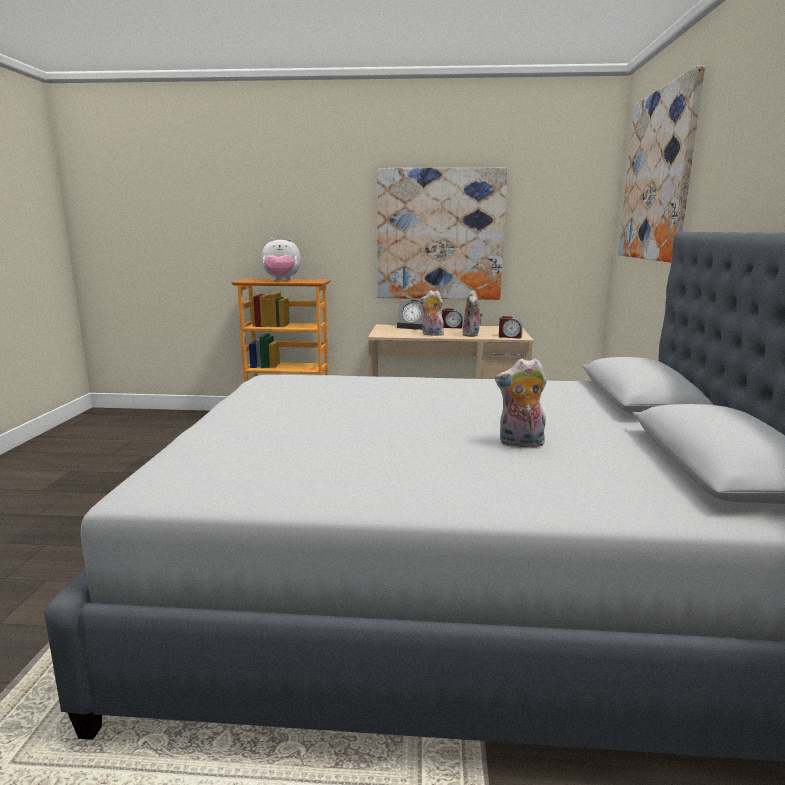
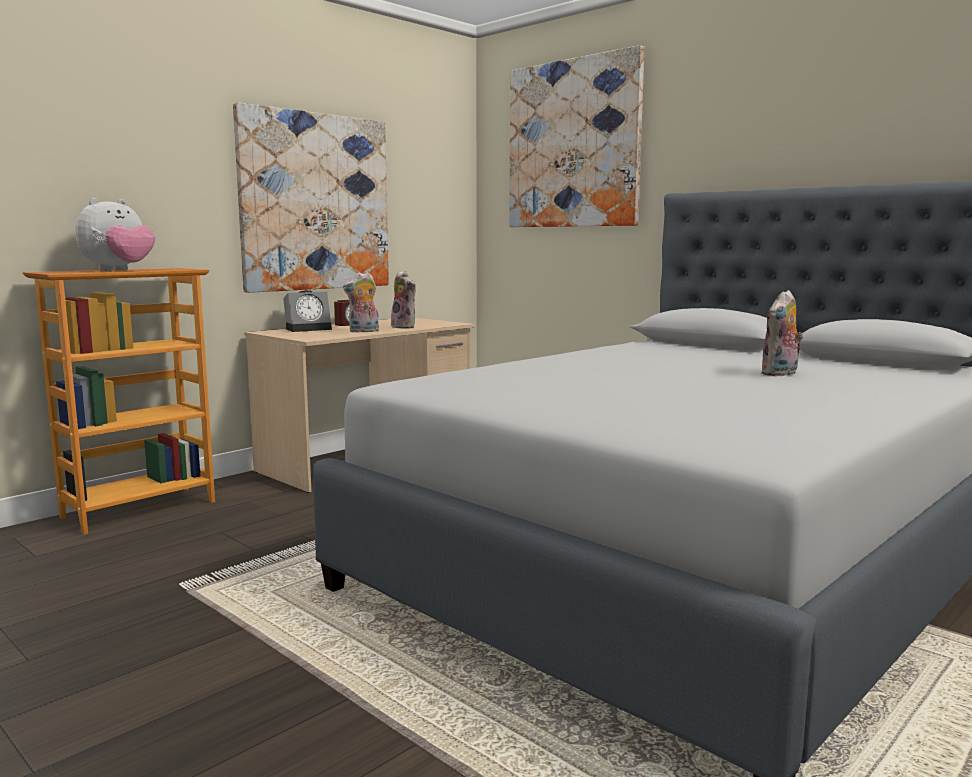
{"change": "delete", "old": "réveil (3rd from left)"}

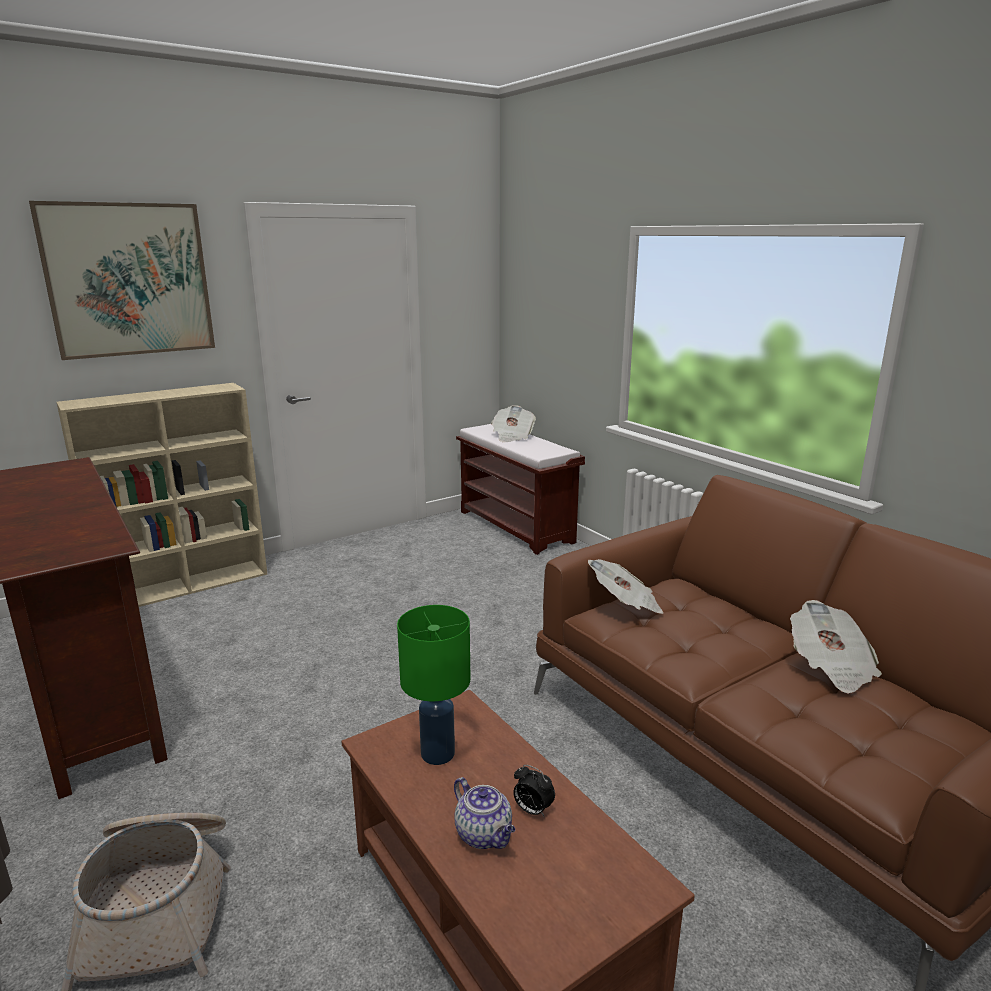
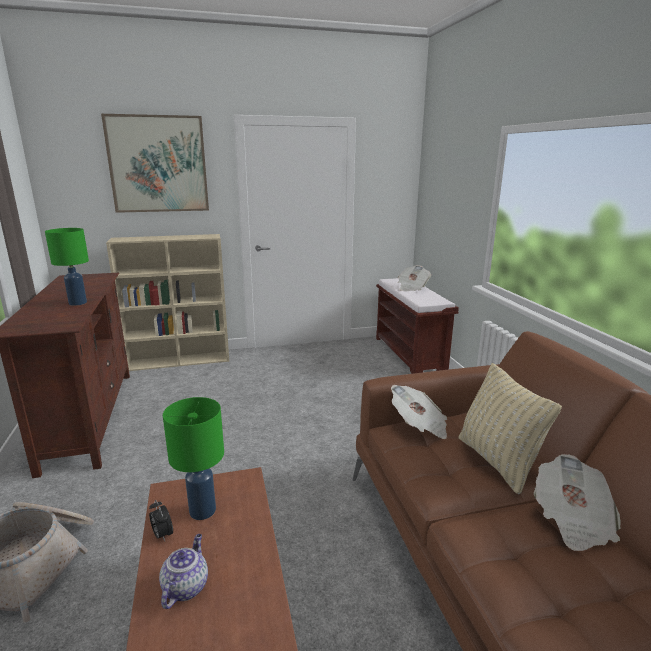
{"change": "move", "old": "réveil"}
{"change": "rotate", "old": "théière", "degrees": -150}
{"change": "insert", "new": "lampe de table (vert) (1st from left)"}
{"change": "insert", "new": "coussin (beige)"}

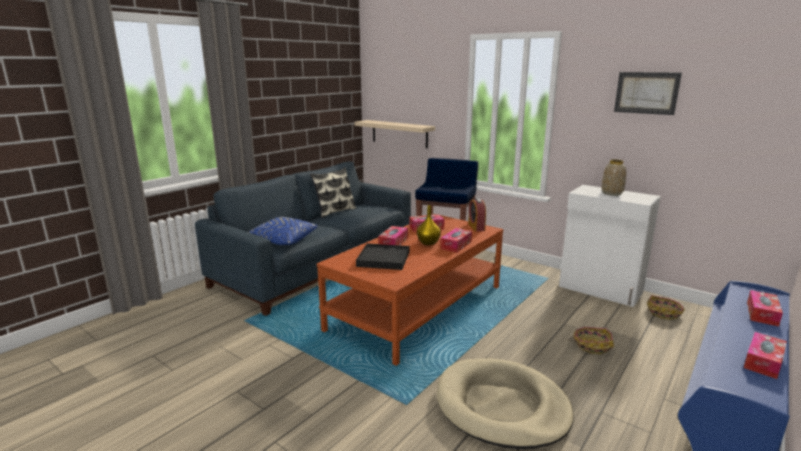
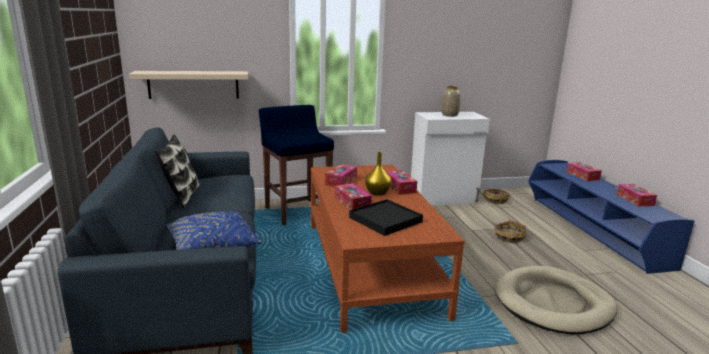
{"change": "delete", "old": "tableau"}
{"change": "delete", "old": "réveil"}

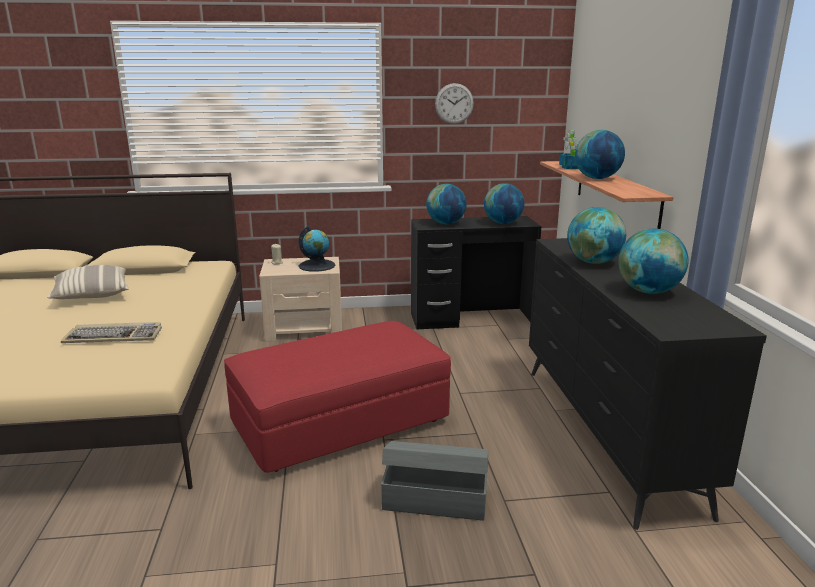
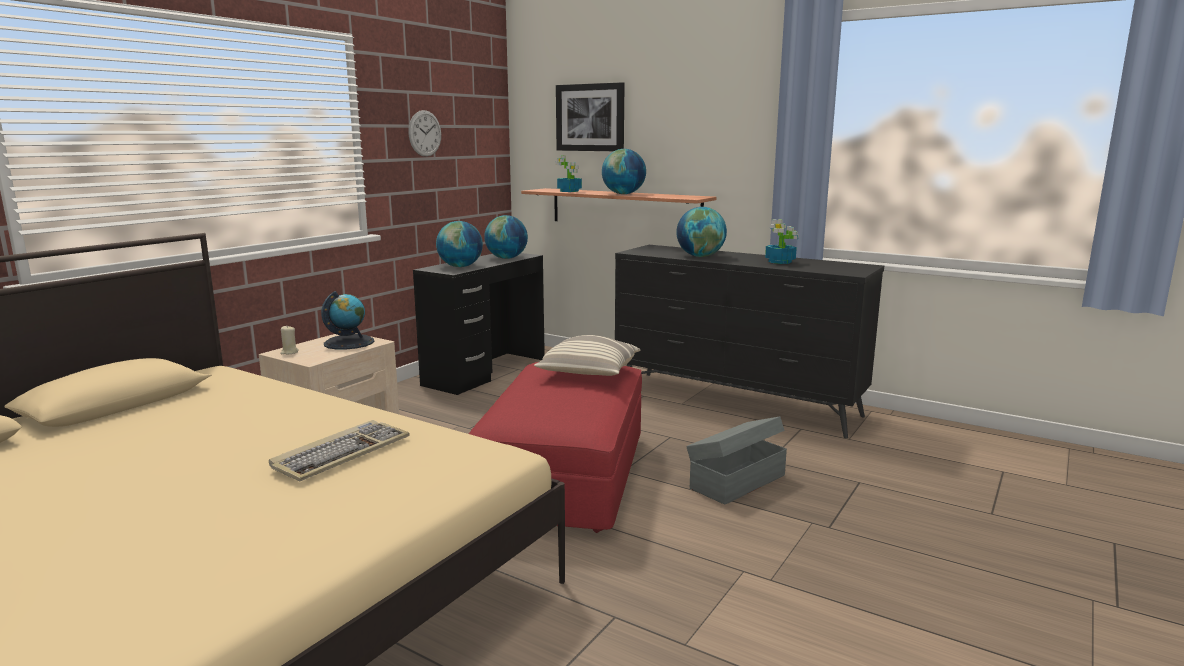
{"change": "replace", "old": "globe (6th from left)", "new": "plante en pot (2nd from left)"}
{"change": "move", "old": "coussin"}
{"change": "insert", "new": "tableau"}

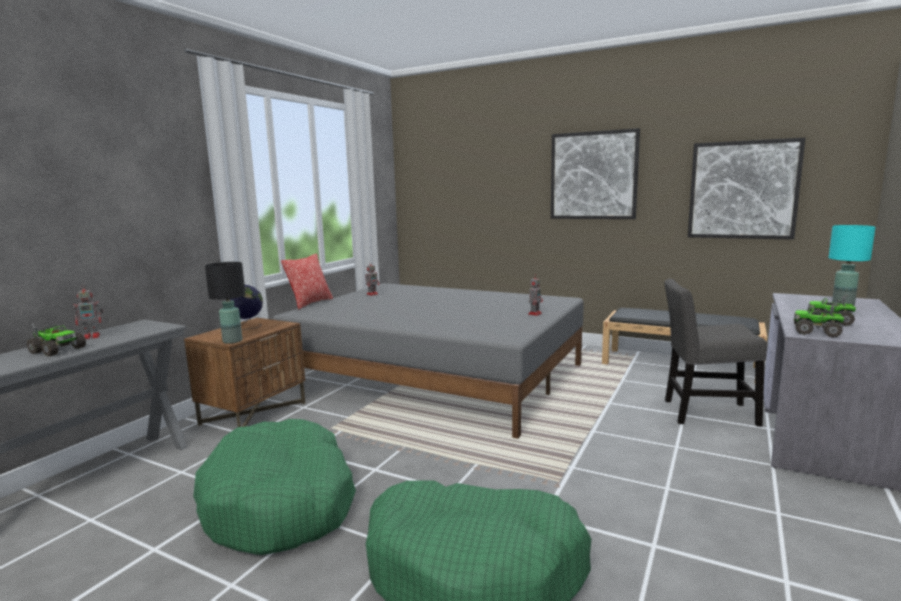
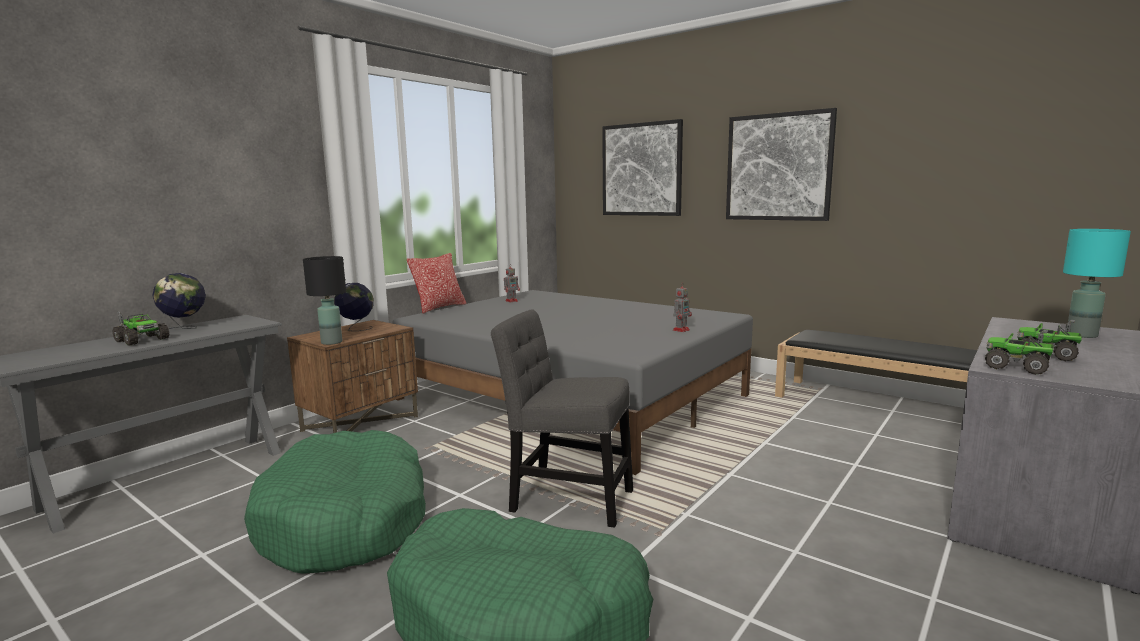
{"change": "move", "old": "tableau (2nd from left in the first image)", "new": "tableau (1st from left)"}
{"change": "move", "old": "chaise (gris)"}
{"change": "replace", "old": "robot jouet (1st from left)", "new": "globe (1st from left)"}

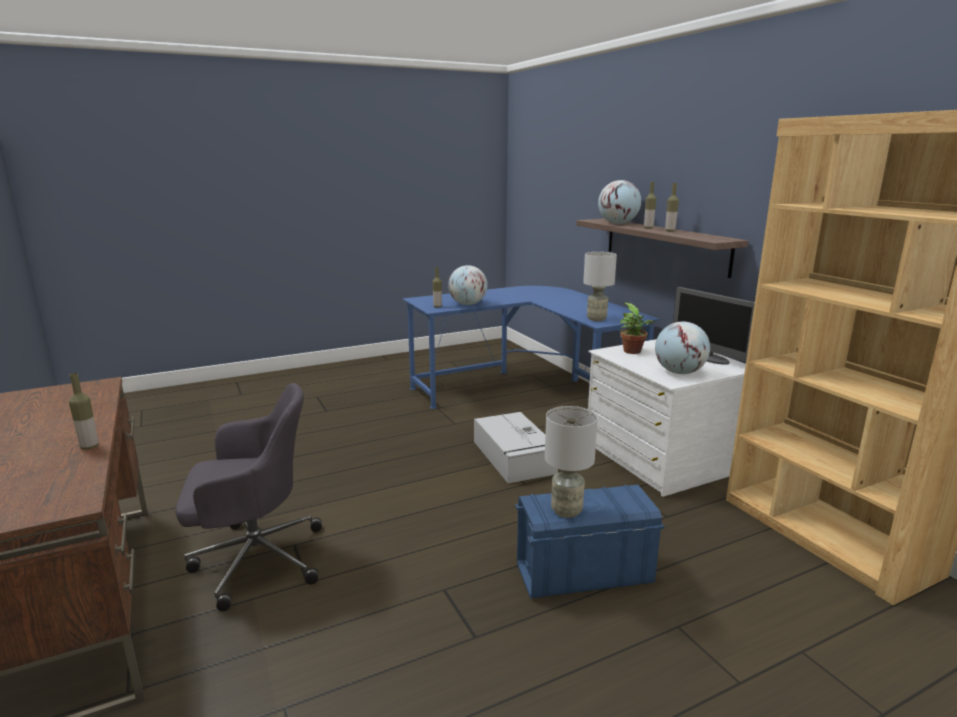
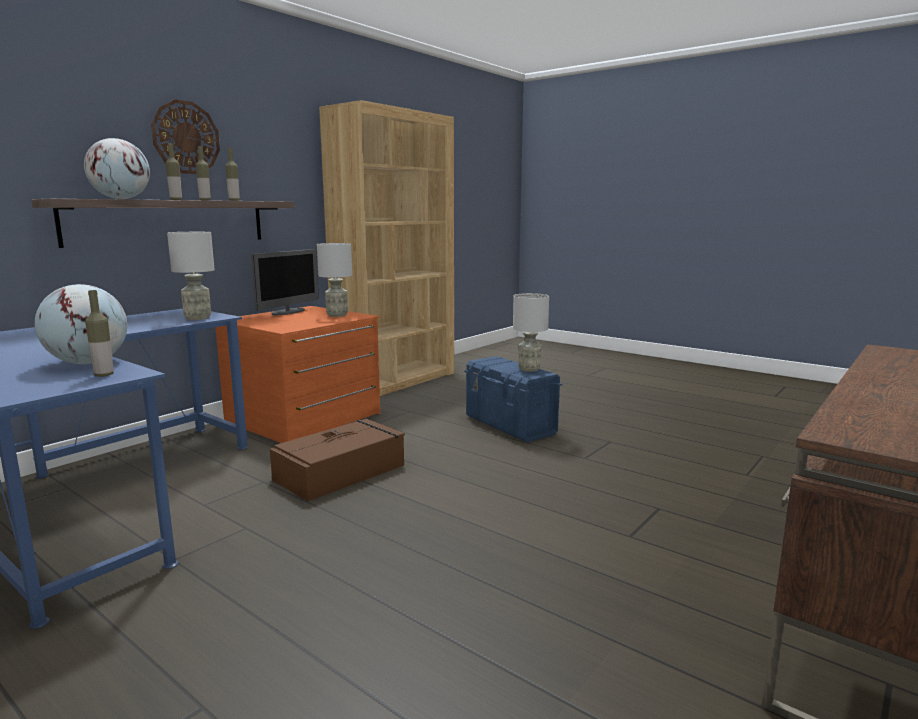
{"change": "delete", "old": "plante en pot"}
{"change": "replace", "old": "globe (3rd from left)", "new": "lampe de table (gris) (2nd from left)"}
{"change": "recolor", "old": "commode (blanc)", "new": "commode (orange)"}
{"change": "move", "old": "bouteille (1st from left in the first image)", "new": "bouteille (4th from left)"}
{"change": "delete", "old": "chaise de bureau (gris)"}
{"change": "recolor", "old": "boîte de rangement (gris)", "new": "boîte de rangement (marron)"}
{"change": "insert", "new": "horloge murale"}

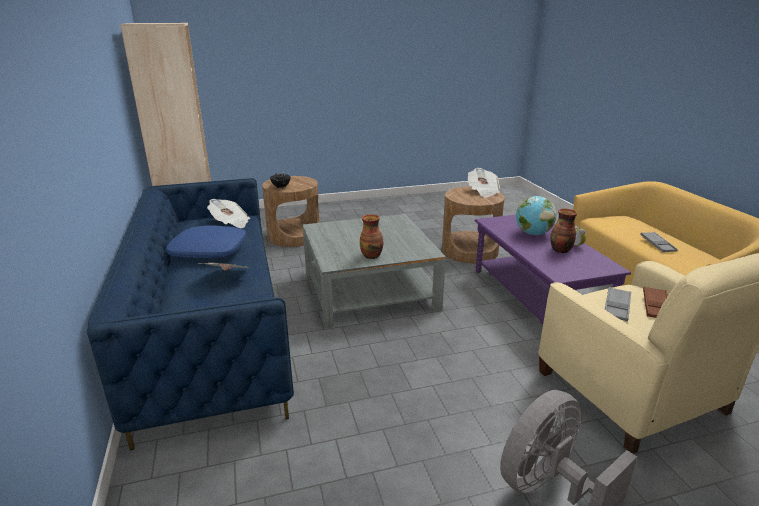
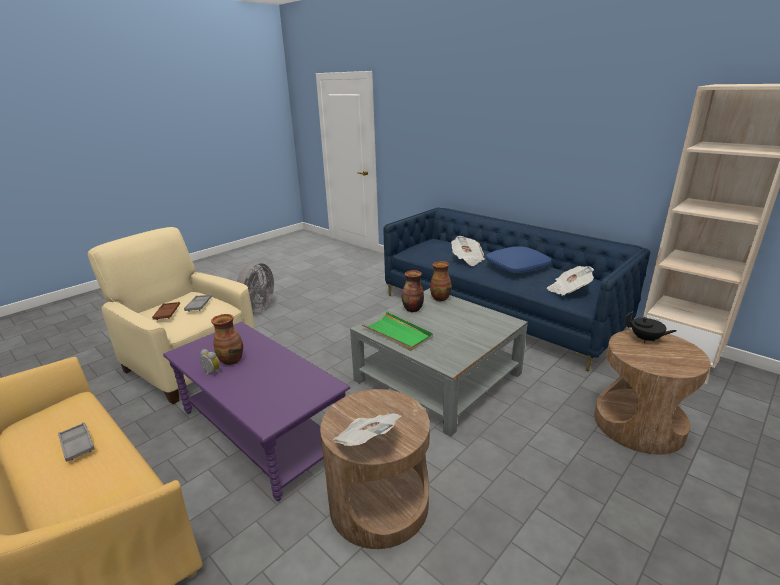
{"change": "delete", "old": "globe"}
{"change": "insert", "new": "vase (3rd from left)"}
{"change": "insert", "new": "plateau (vert)"}

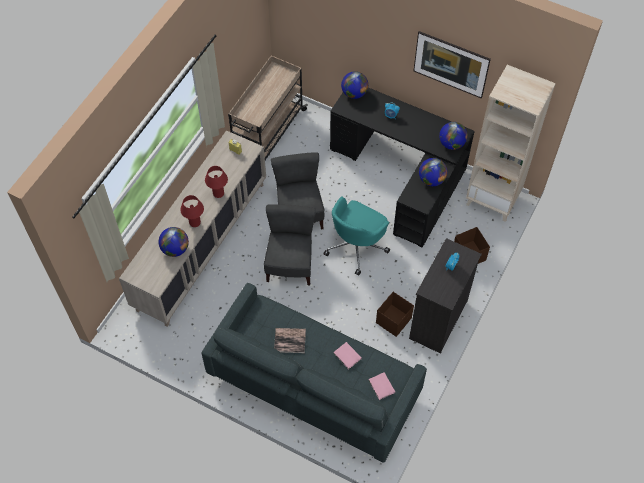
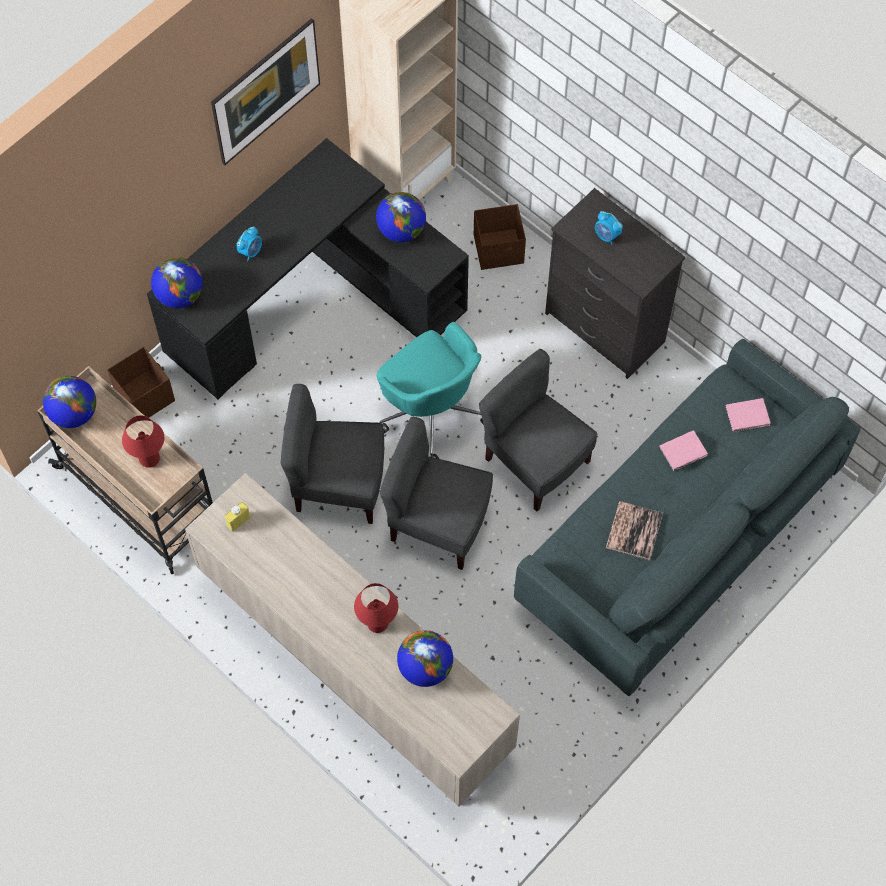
{"change": "move", "old": "globe (4th from left in the first image)", "new": "globe (1st from left)"}
{"change": "move", "old": "lampe de table (rouge) (2nd from left in the first image)", "new": "lampe de table (rouge) (1st from left)"}
{"change": "move", "old": "boîte de rangement (marron) (1st from left)"}
{"change": "insert", "new": "chaise (gris) (3rd from left)"}

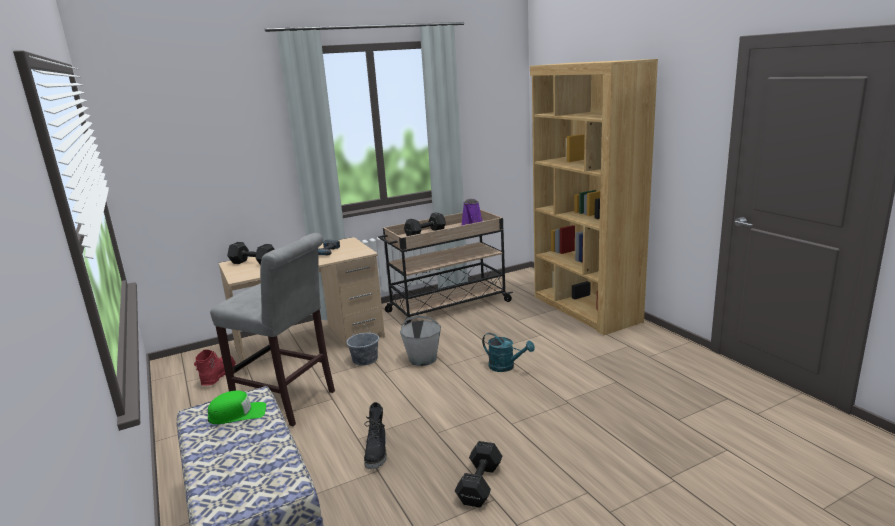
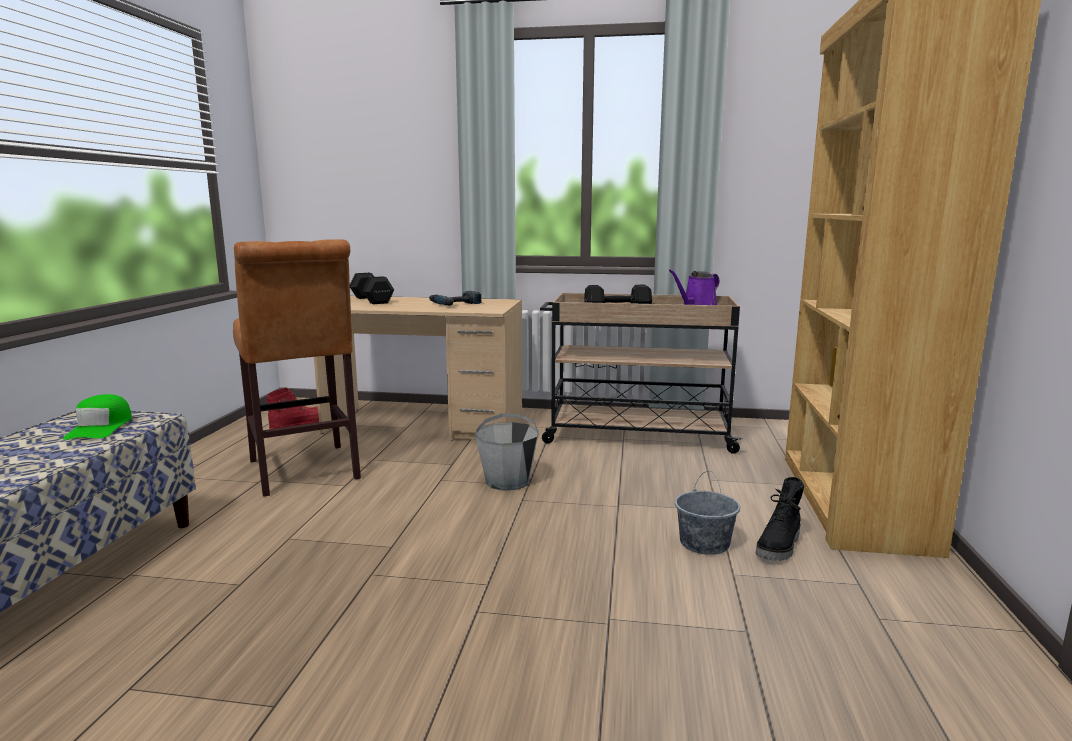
{"change": "recolor", "old": "tabouret (gris)", "new": "tabouret (marron)"}
{"change": "move", "old": "seau (gris) (1st from left in the first image)", "new": "seau (gris) (2nd from left)"}
{"change": "delete", "old": "arrosoir (turquoise)"}
{"change": "rotate", "old": "casquette (vert)", "degrees": 60}
{"change": "move", "old": "botte (noir)"}
{"change": "delete", "old": "haltère (noir) (3rd from left)"}

